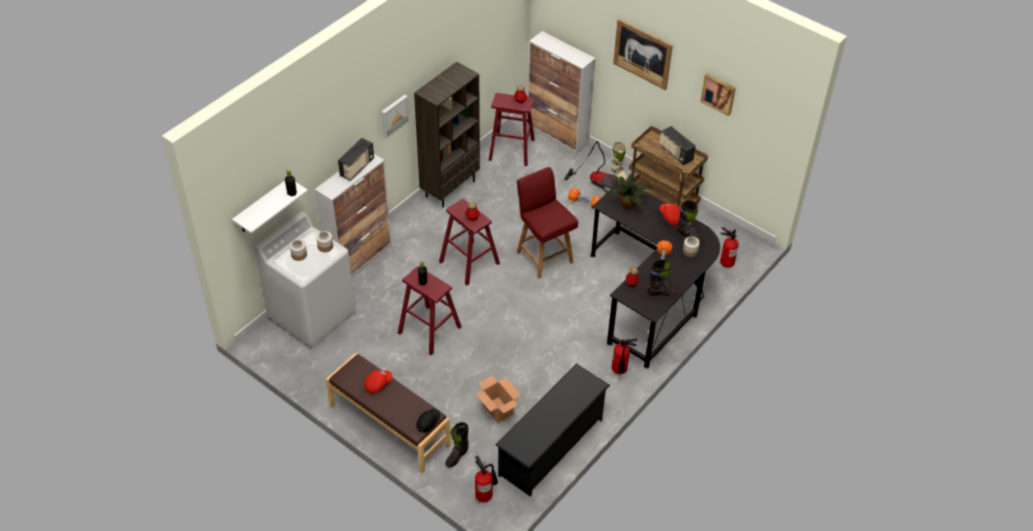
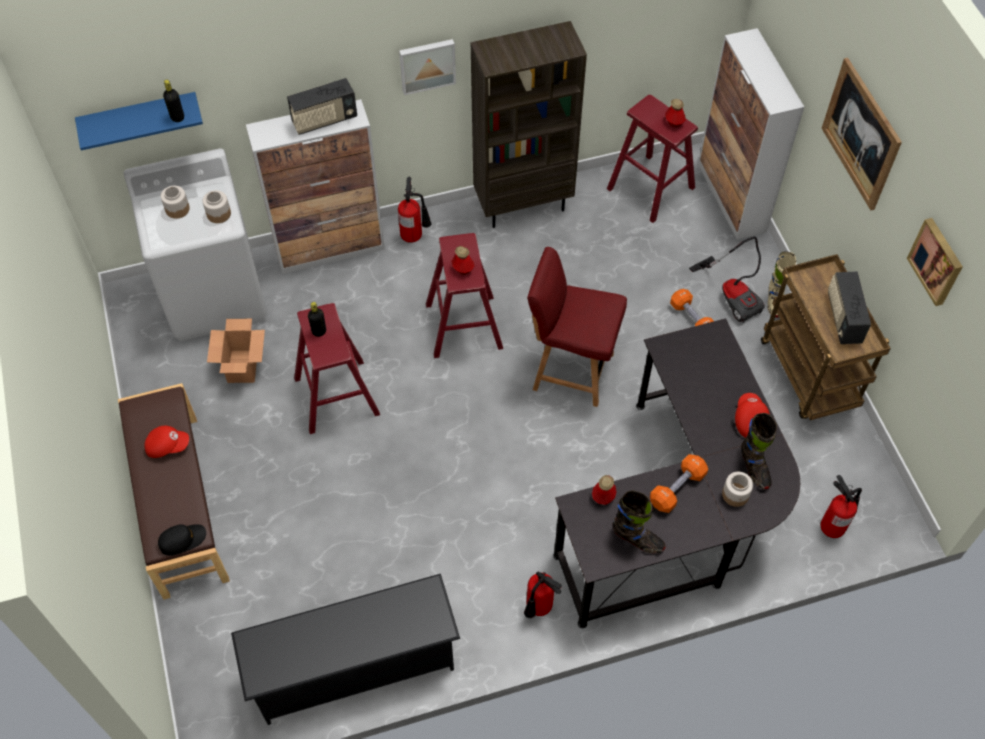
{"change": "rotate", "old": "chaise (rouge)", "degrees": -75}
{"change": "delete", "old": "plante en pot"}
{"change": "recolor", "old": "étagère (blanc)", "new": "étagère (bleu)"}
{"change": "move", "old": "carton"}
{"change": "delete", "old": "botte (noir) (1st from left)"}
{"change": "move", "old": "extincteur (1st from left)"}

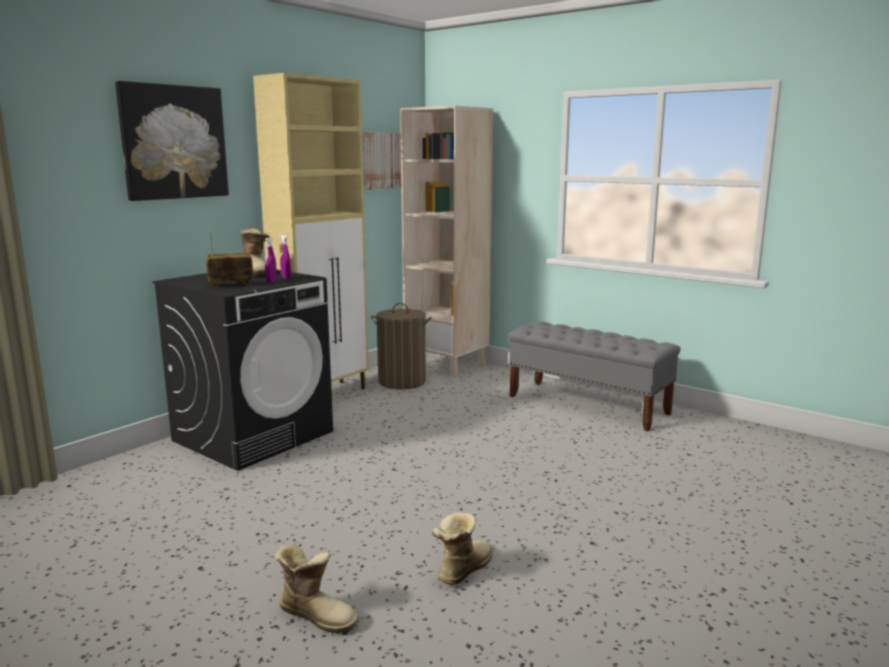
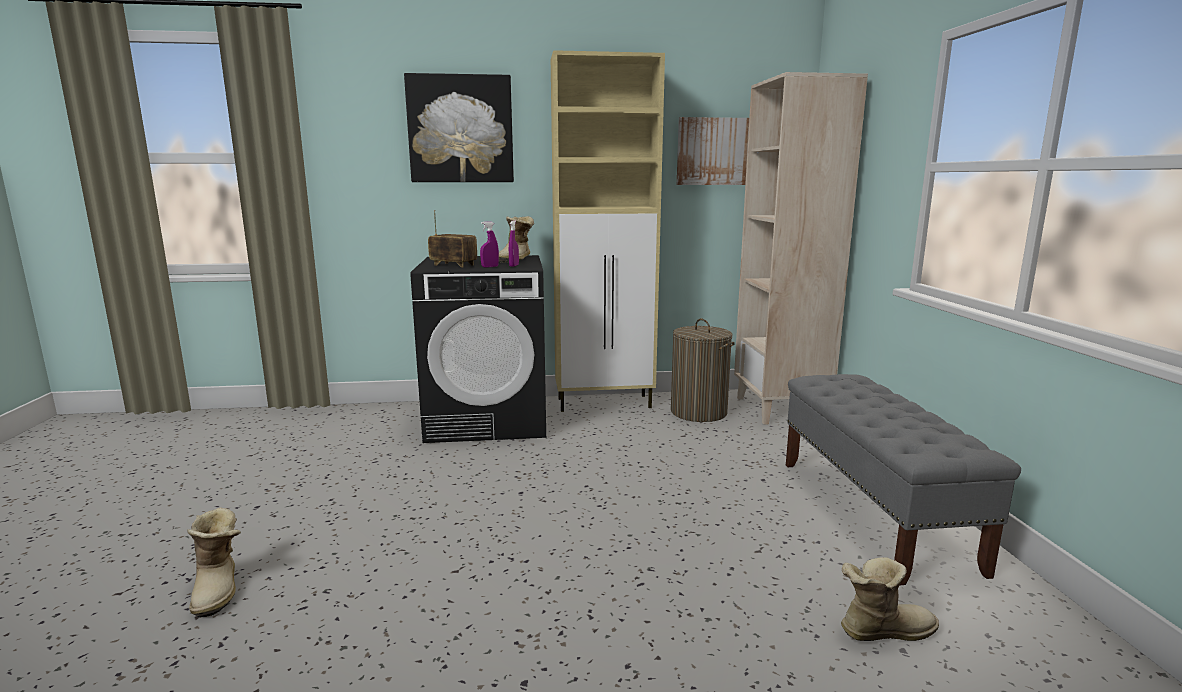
{"change": "move", "old": "botte (3rd from left)"}

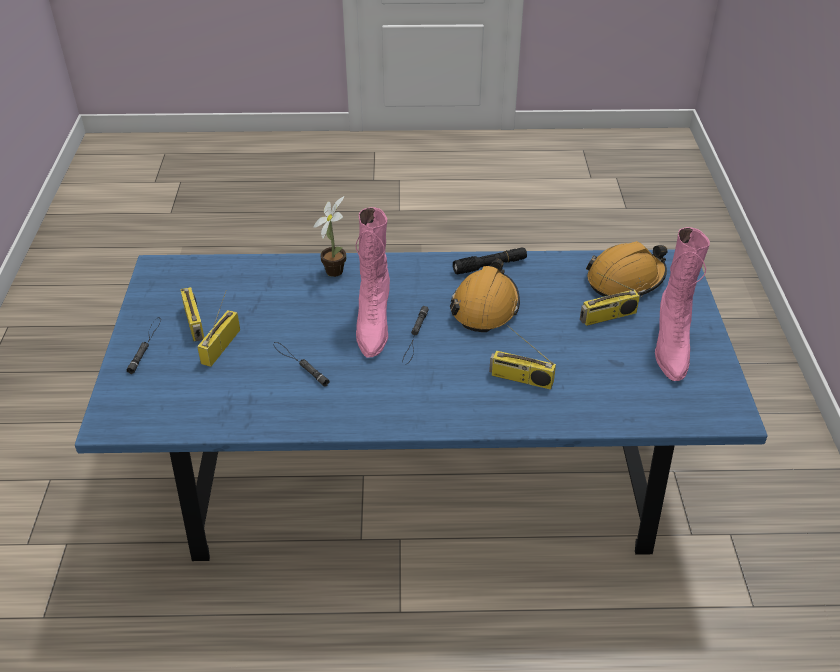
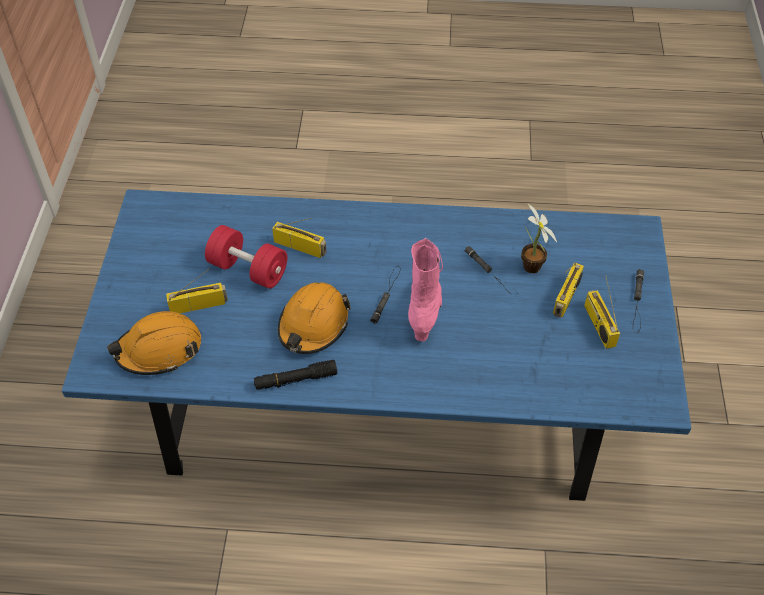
{"change": "move", "old": "plante en pot"}
{"change": "delete", "old": "botte (rose) (2nd from left)"}
{"change": "insert", "new": "haltère (rouge)"}

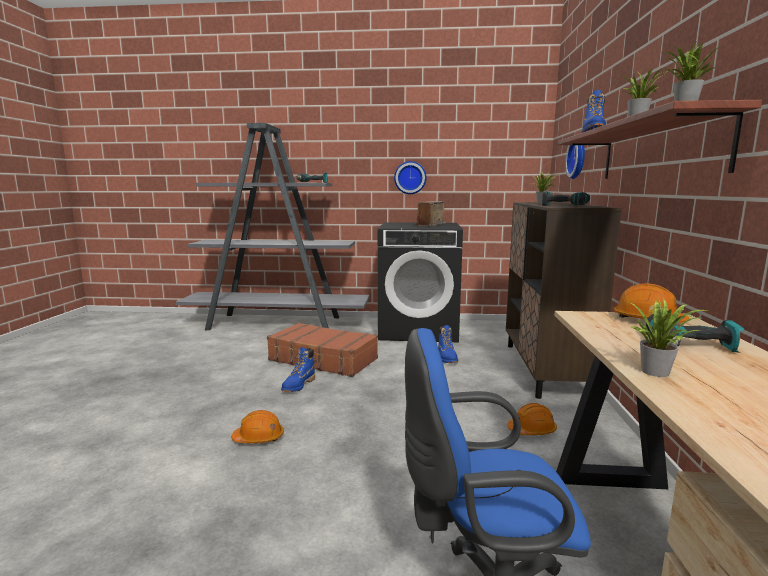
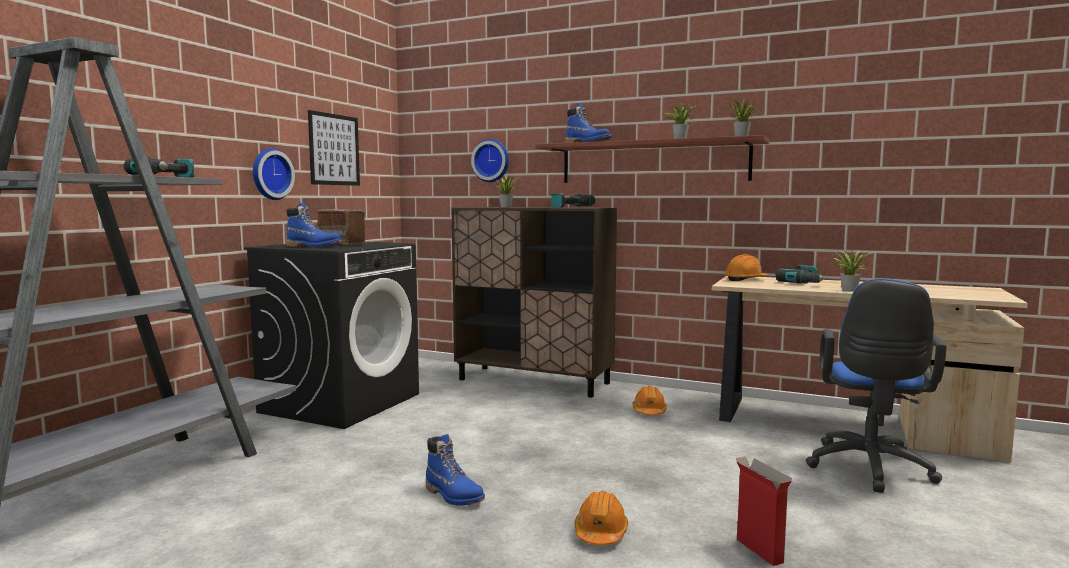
{"change": "delete", "old": "valise (marron)"}
{"change": "move", "old": "botte (bleu) (2nd from left in the first image)", "new": "botte (bleu) (1st from left)"}
{"change": "insert", "new": "tableau"}
{"change": "insert", "new": "carton"}

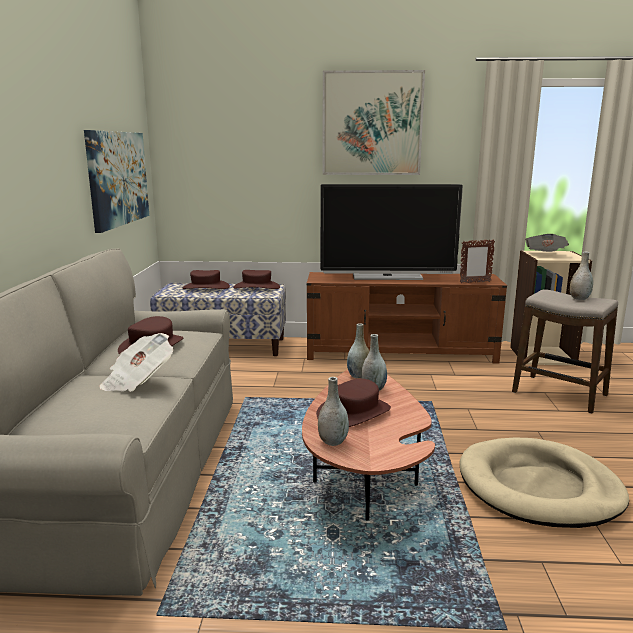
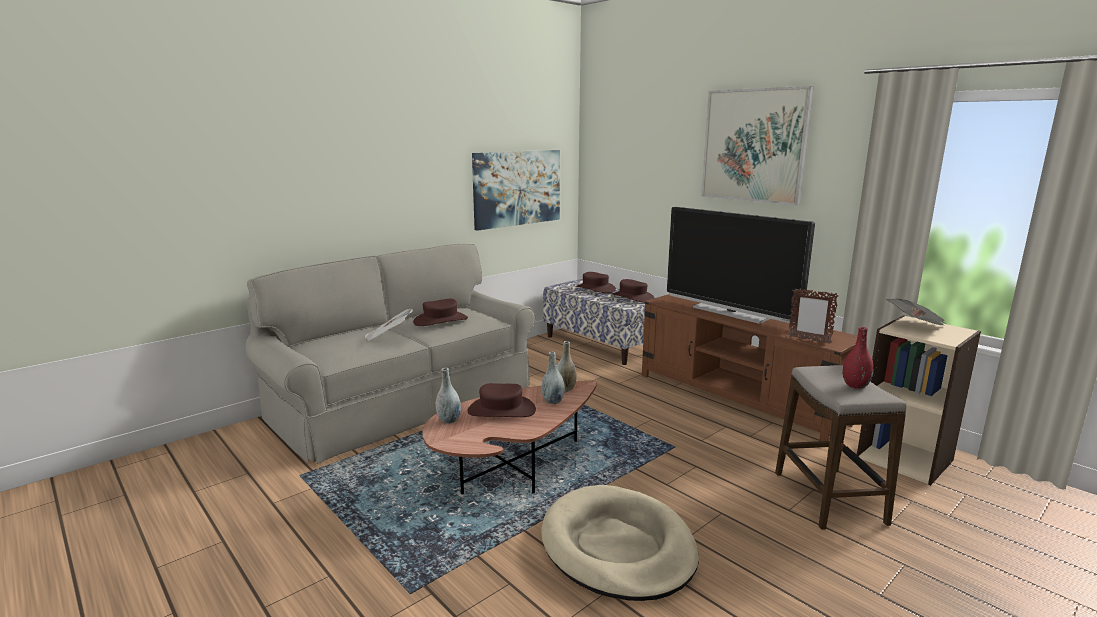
{"change": "recolor", "old": "vase (gris) (4th from left)", "new": "vase (rouge)"}

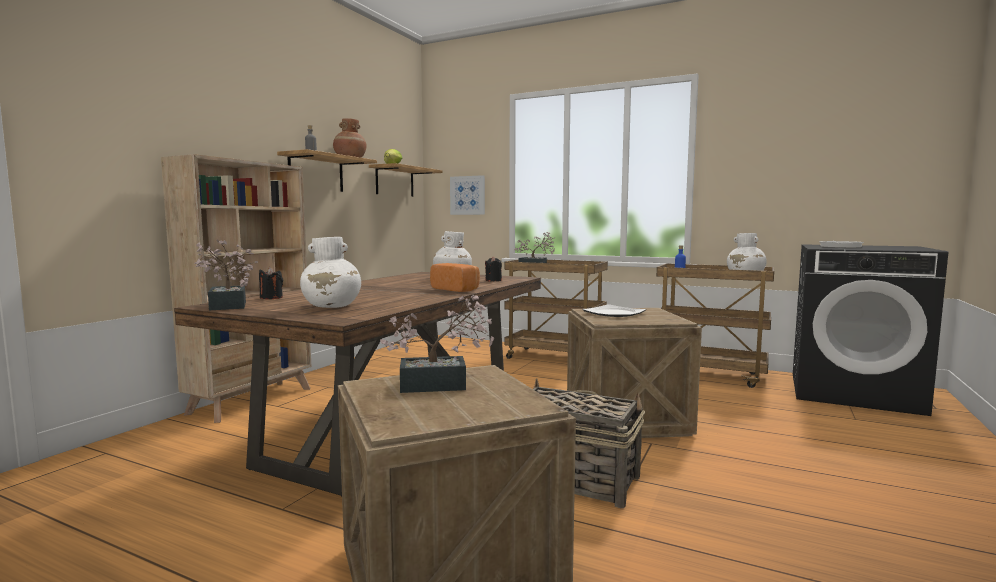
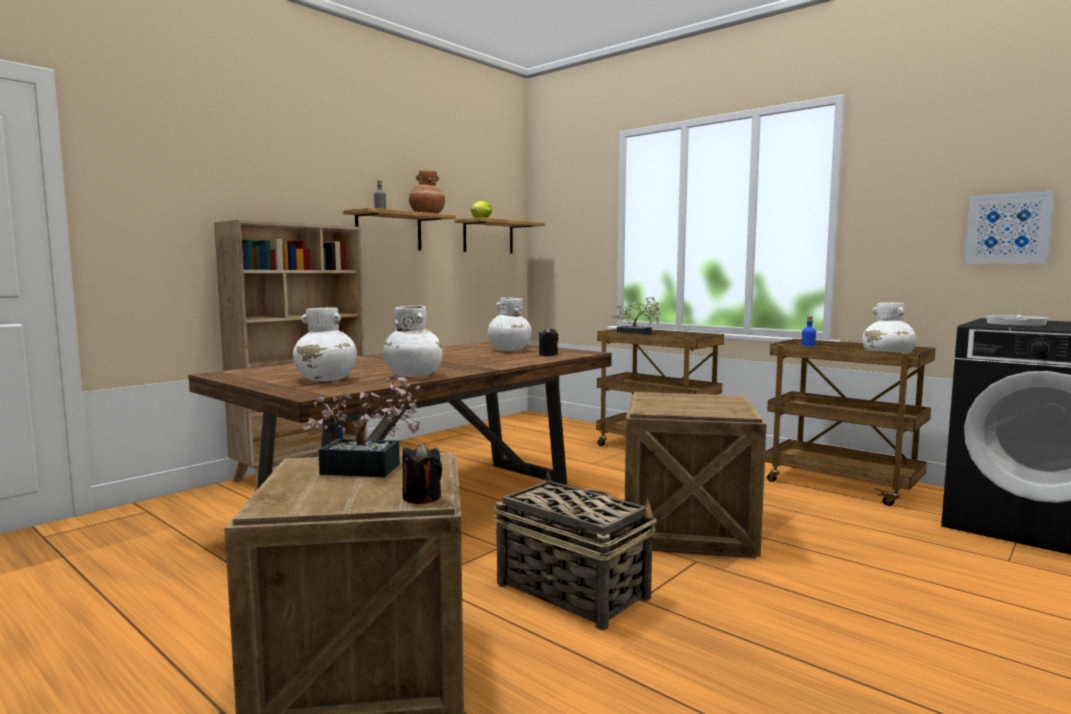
{"change": "move", "old": "tableau"}
{"change": "delete", "old": "plante en pot (1st from left)"}
{"change": "delete", "old": "pain"}
{"change": "move", "old": "bougie (noir) (1st from left)"}
{"change": "delete", "old": "assiette"}
{"change": "insert", "new": "vase (blanc) (2nd from left)"}

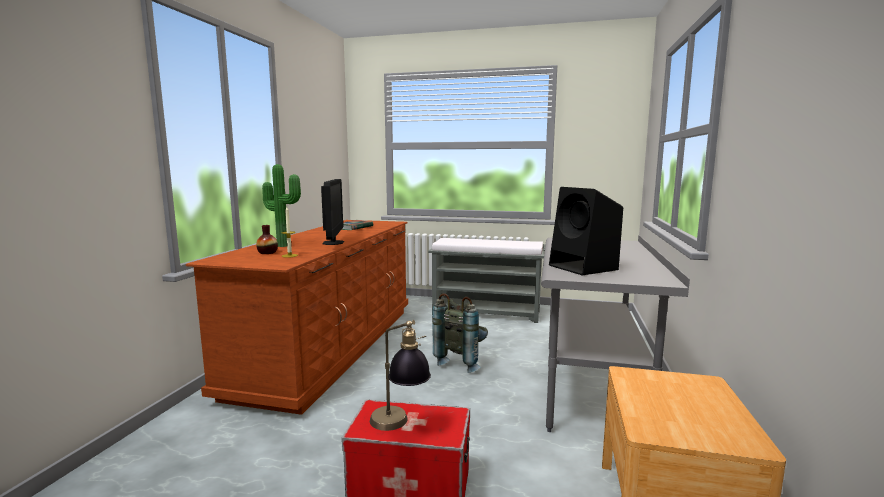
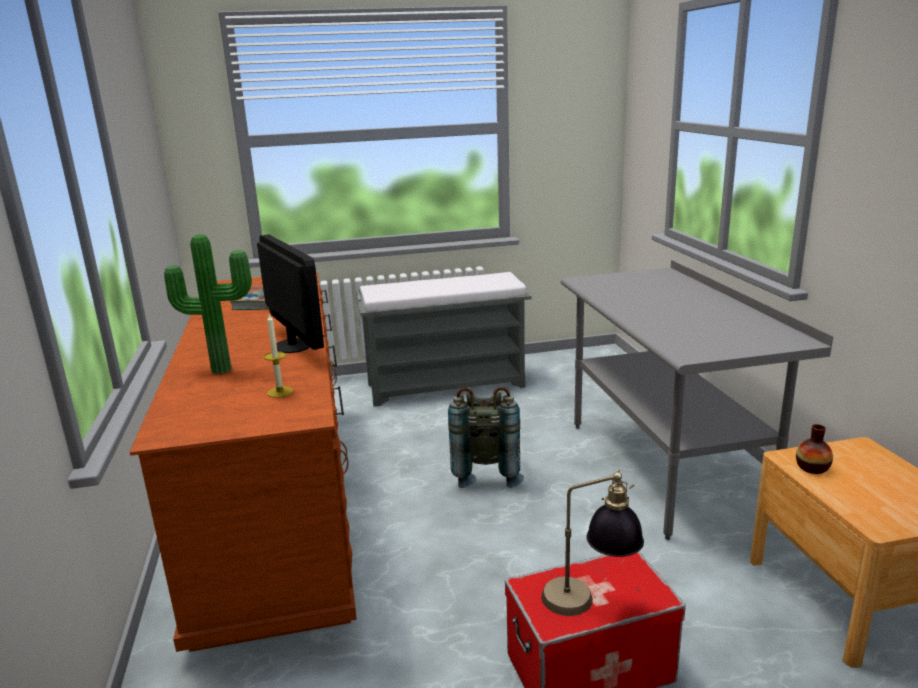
{"change": "delete", "old": "enceinte (noir)"}
{"change": "move", "old": "vase"}

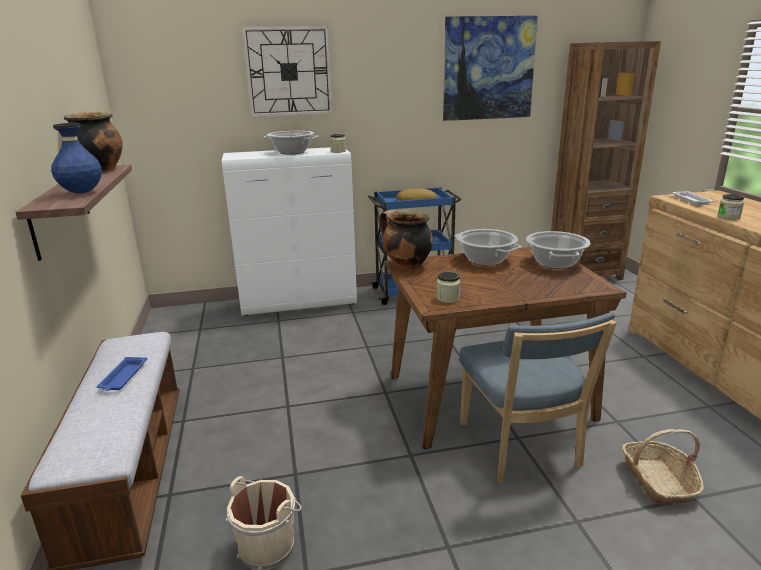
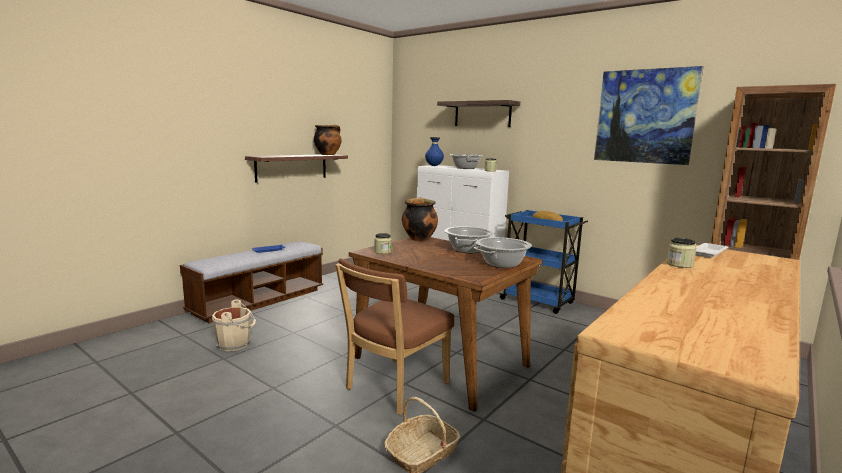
{"change": "replace", "old": "horloge murale", "new": "étagère (2nd from left)"}
{"change": "move", "old": "vase (bleu)"}
{"change": "recolor", "old": "chaise (bleu)", "new": "chaise (marron)"}

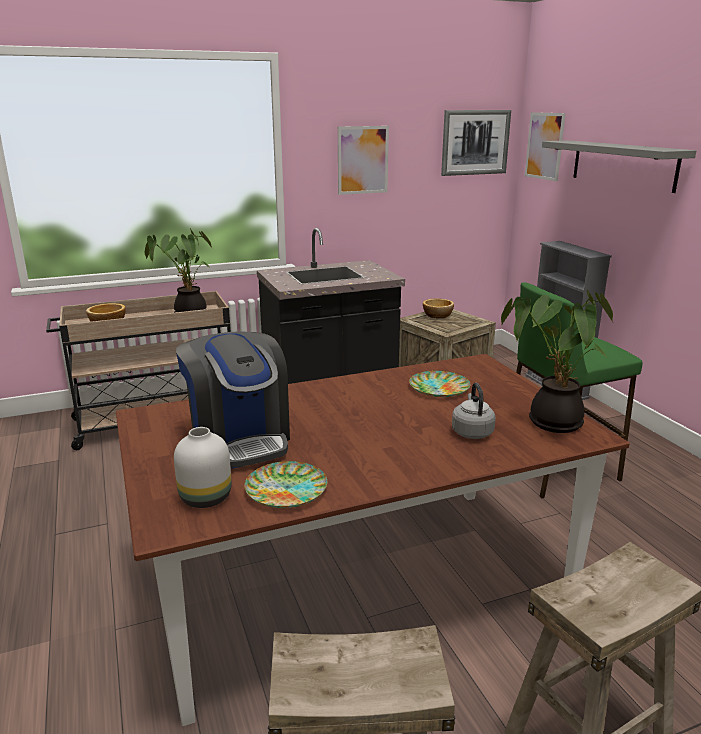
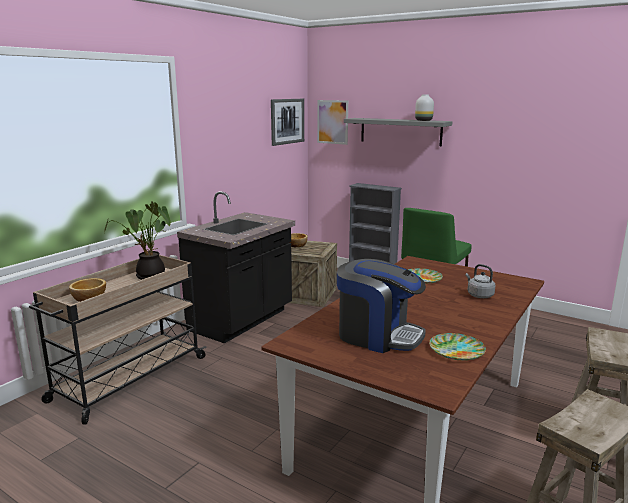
{"change": "delete", "old": "tableau (1st from left)"}
{"change": "delete", "old": "plante en pot (2nd from left)"}
{"change": "move", "old": "vase (blanc)"}

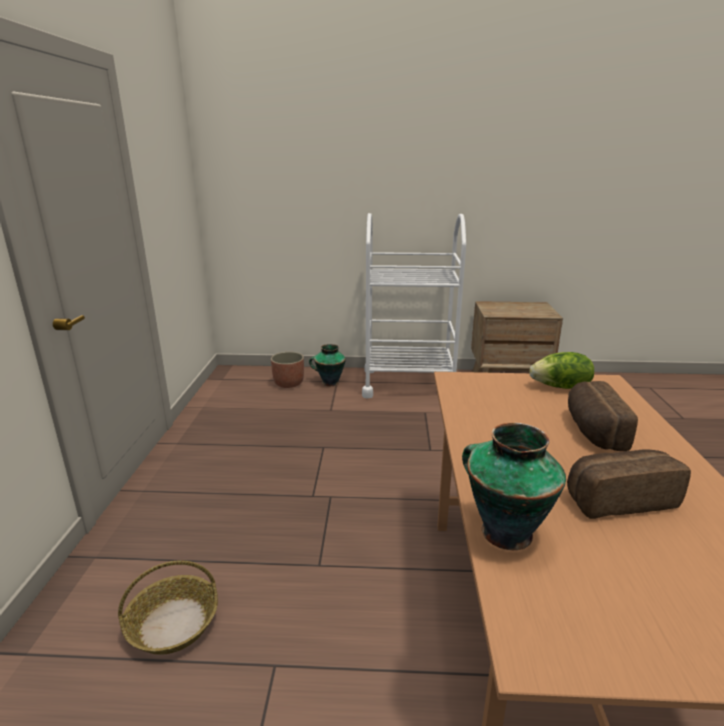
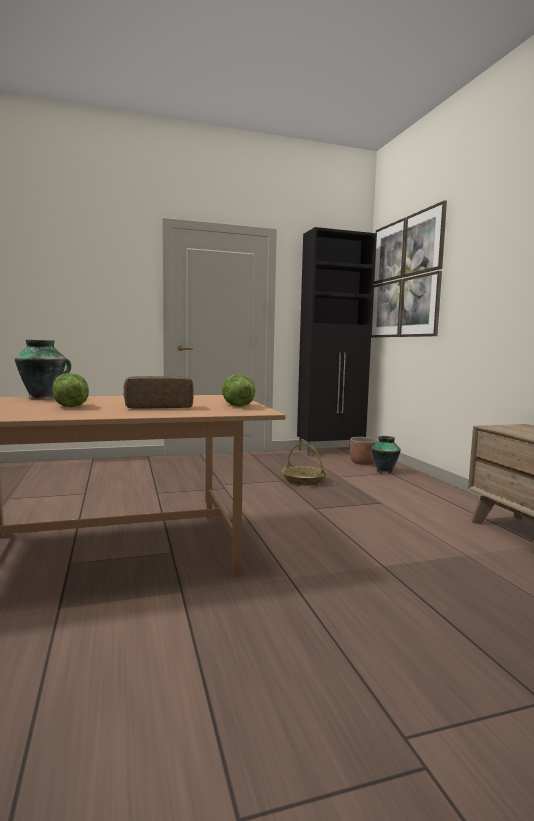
{"change": "delete", "old": "chariot (blanc)"}
{"change": "replace", "old": "pain (2nd from left)", "new": "laitue (1st from left)"}
{"change": "move", "old": "panier"}
{"change": "insert", "new": "tableau"}
{"change": "insert", "new": "meuble de rangement (noir)"}

